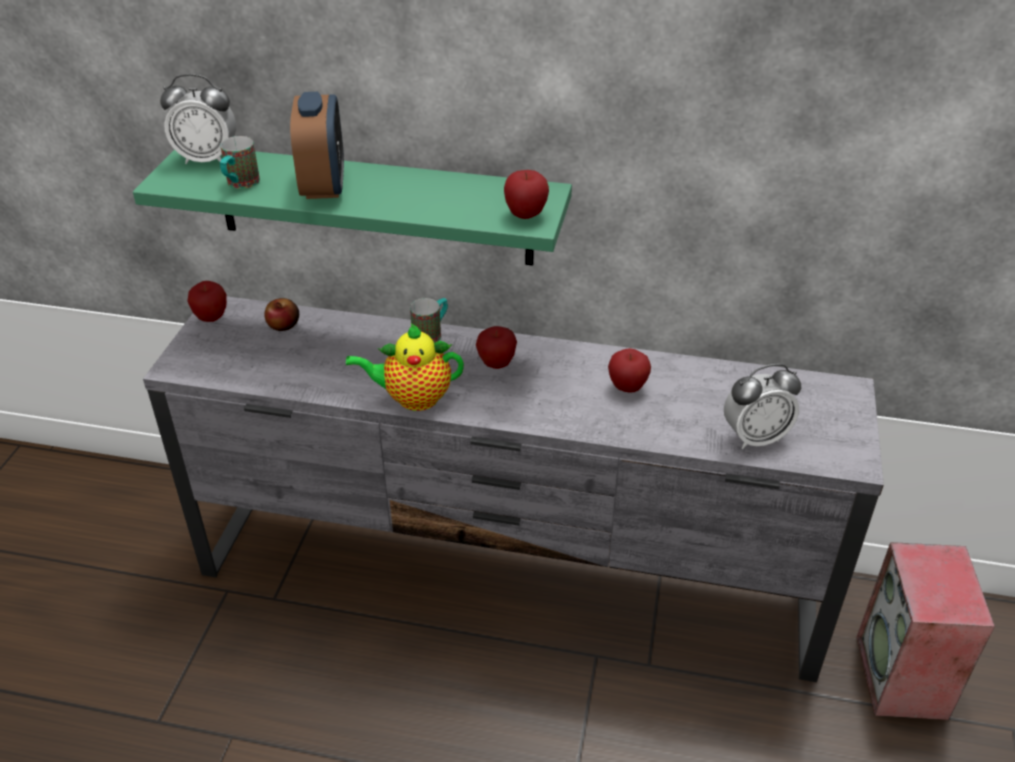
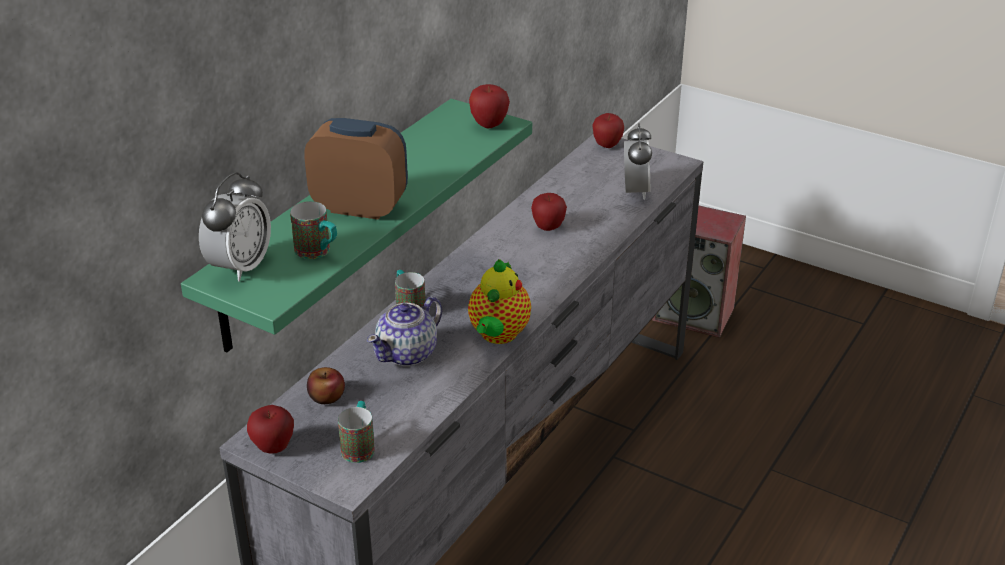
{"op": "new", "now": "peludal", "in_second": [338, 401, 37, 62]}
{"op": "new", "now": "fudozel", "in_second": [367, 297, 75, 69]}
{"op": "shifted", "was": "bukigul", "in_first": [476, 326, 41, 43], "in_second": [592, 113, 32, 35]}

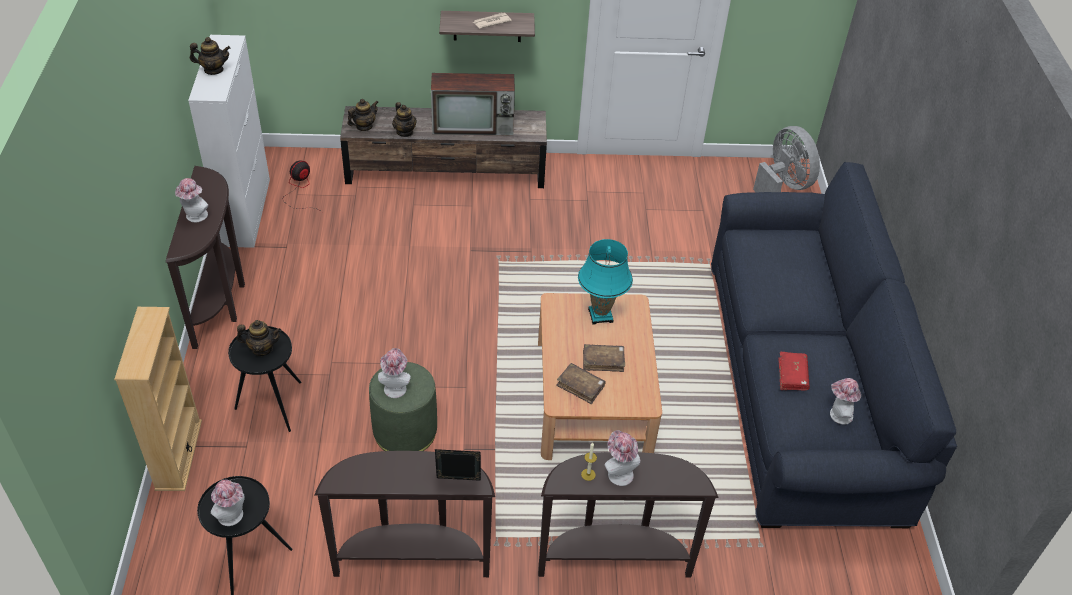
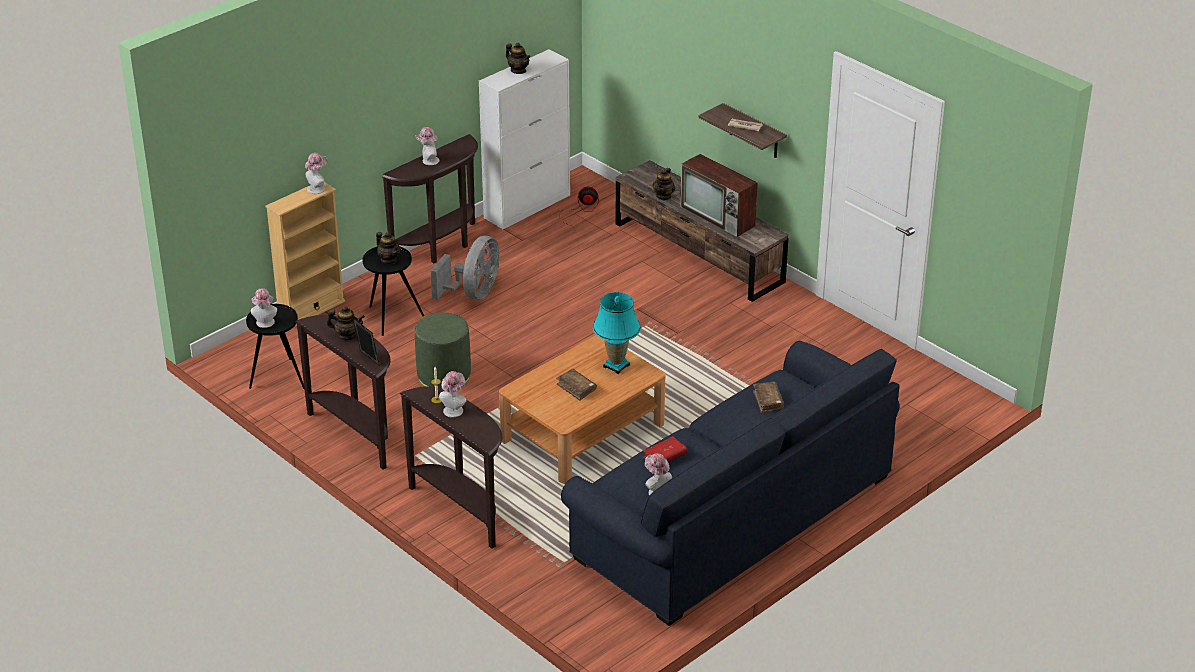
{"op": "shifted", "was": "fudozel", "in_first": [347, 99, 31, 32], "in_second": [327, 306, 38, 34]}
{"op": "shifted", "was": "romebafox", "in_first": [378, 348, 33, 50], "in_second": [305, 153, 23, 41]}
{"op": "shifted", "was": "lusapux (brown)", "in_first": [556, 363, 49, 41], "in_second": [753, 381, 31, 32]}
{"op": "shifted", "was": "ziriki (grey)", "in_first": [753, 126, 67, 66], "in_second": [431, 236, 68, 64]}

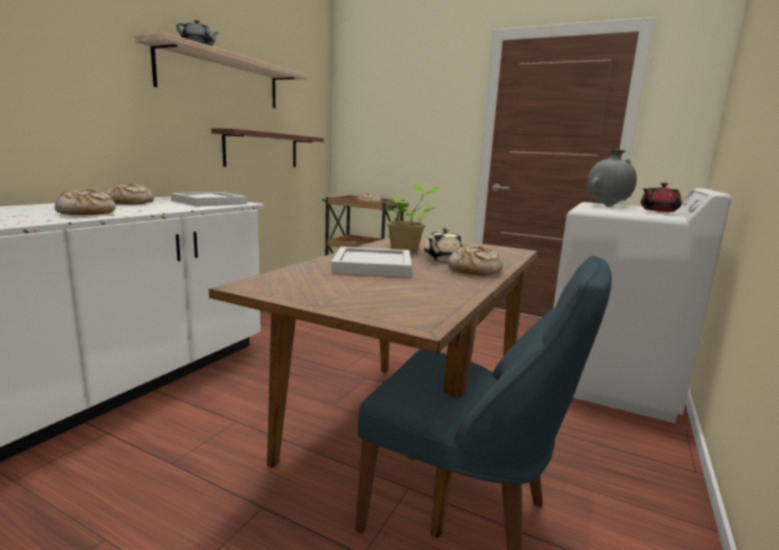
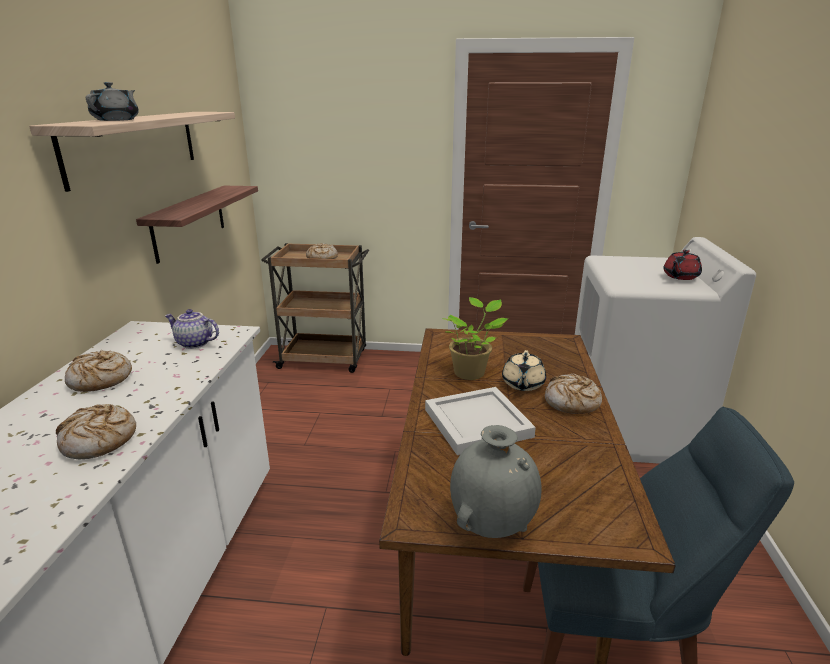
{"op": "shifted", "was": "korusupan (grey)", "in_first": [587, 149, 50, 57], "in_second": [450, 425, 92, 113]}
{"op": "swapped", "was": "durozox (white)", "now": "fudozel", "in_first": [170, 192, 78, 15], "in_second": [165, 309, 54, 40]}

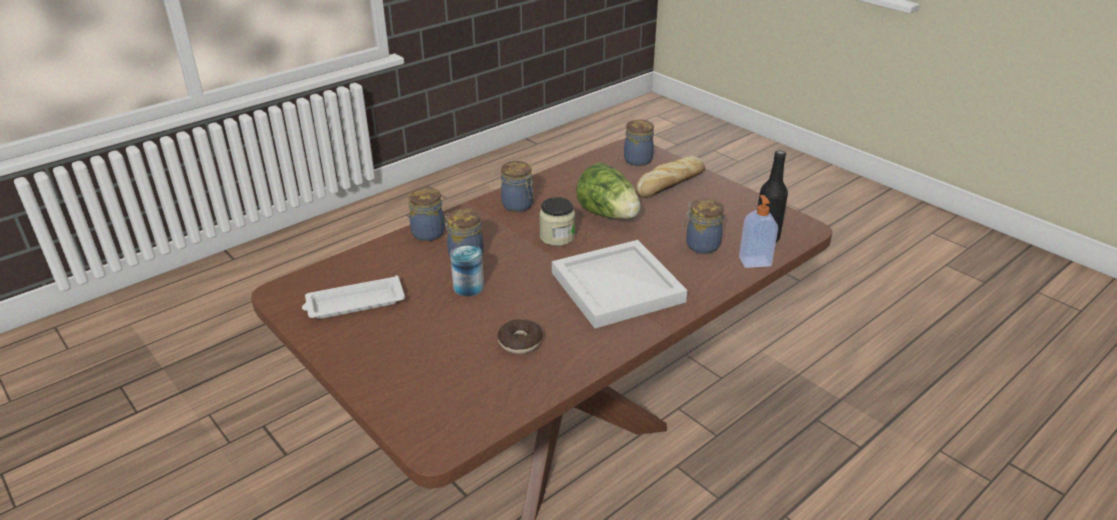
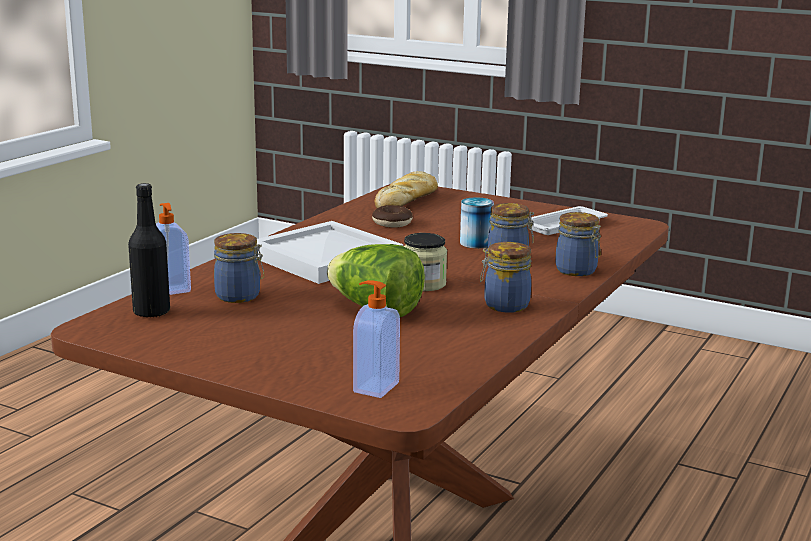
{"op": "shifted", "was": "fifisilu", "in_first": [636, 156, 69, 42], "in_second": [374, 171, 64, 37]}
{"op": "swapped", "was": "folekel", "now": "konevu", "in_first": [624, 119, 30, 47], "in_second": [353, 280, 47, 118]}

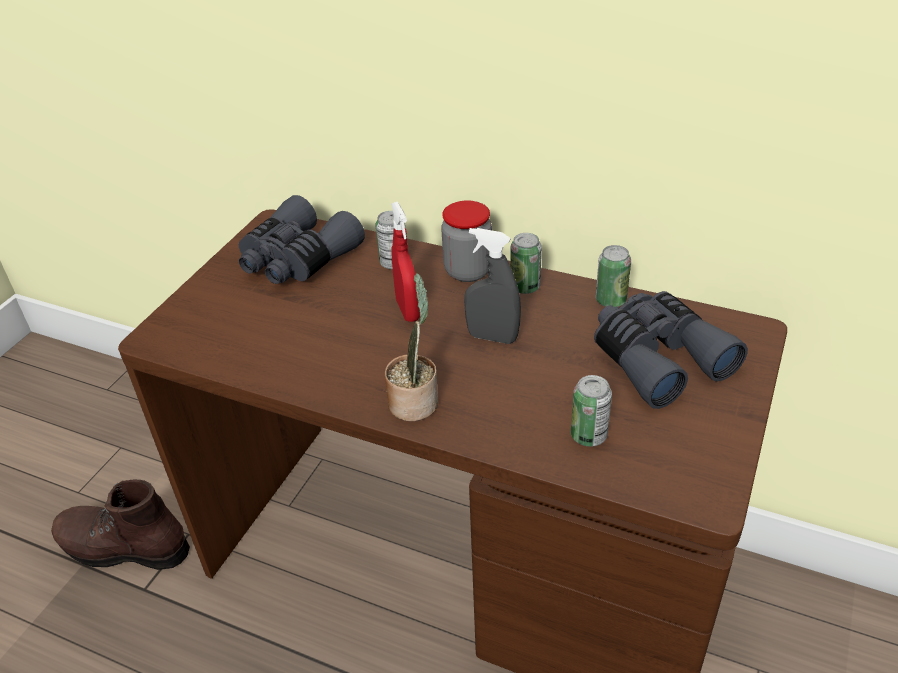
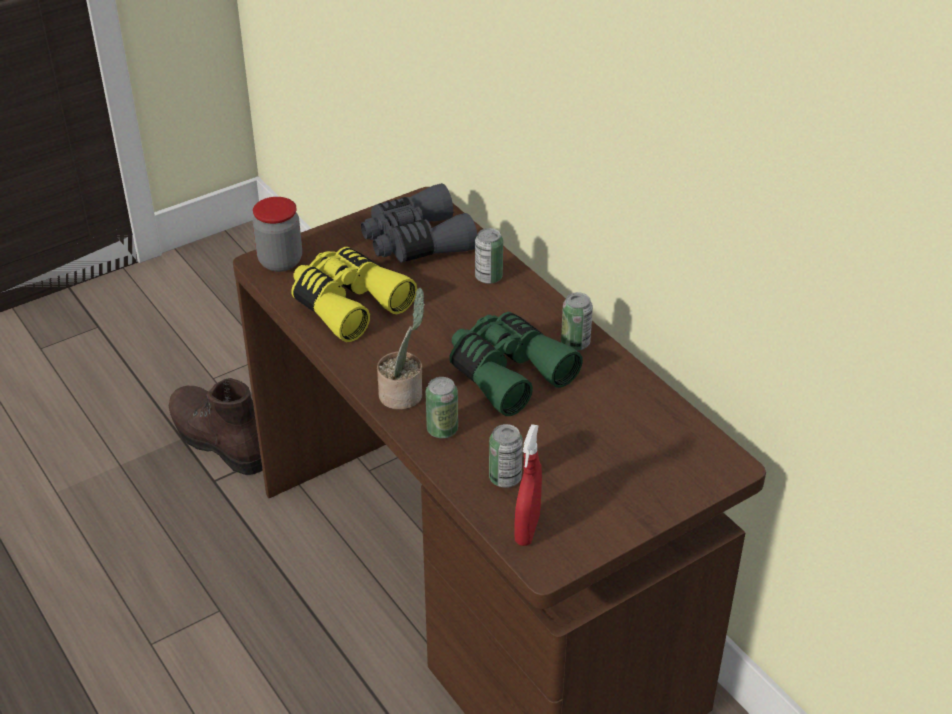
{"op": "gone", "was": "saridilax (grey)", "in_first": [594, 291, 154, 118]}
{"op": "new", "now": "saridilax (yellow)", "in_second": [291, 247, 126, 95]}
{"op": "shifted", "was": "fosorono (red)", "in_first": [391, 202, 29, 120], "in_second": [515, 424, 27, 122]}
{"op": "shifted", "was": "folekel", "in_first": [441, 201, 51, 81], "in_second": [253, 197, 49, 75]}
{"op": "shifted", "was": "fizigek", "in_first": [596, 245, 35, 62], "in_second": [425, 377, 33, 61]}
{"op": "swapped", "was": "fosorono (grey)", "now": "saridilax (green)", "in_first": [464, 228, 57, 116], "in_second": [449, 312, 134, 104]}

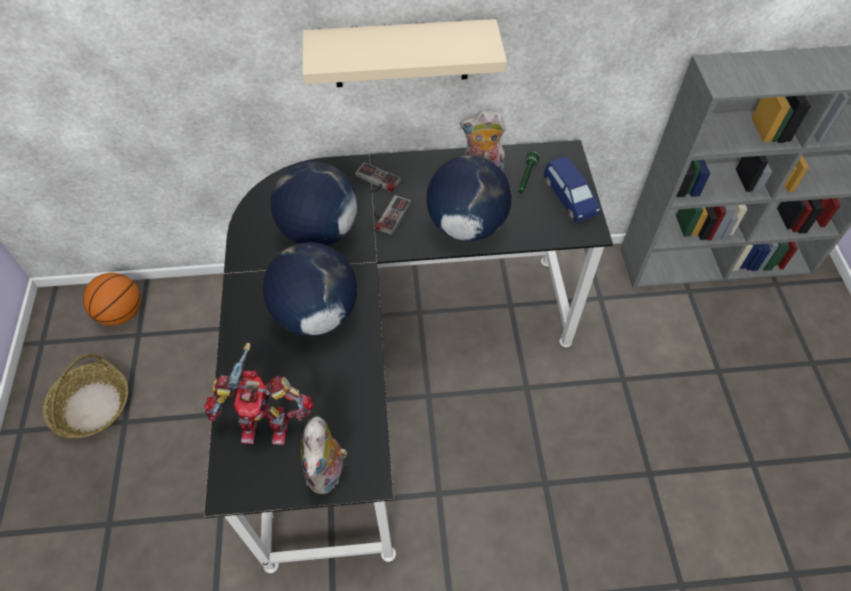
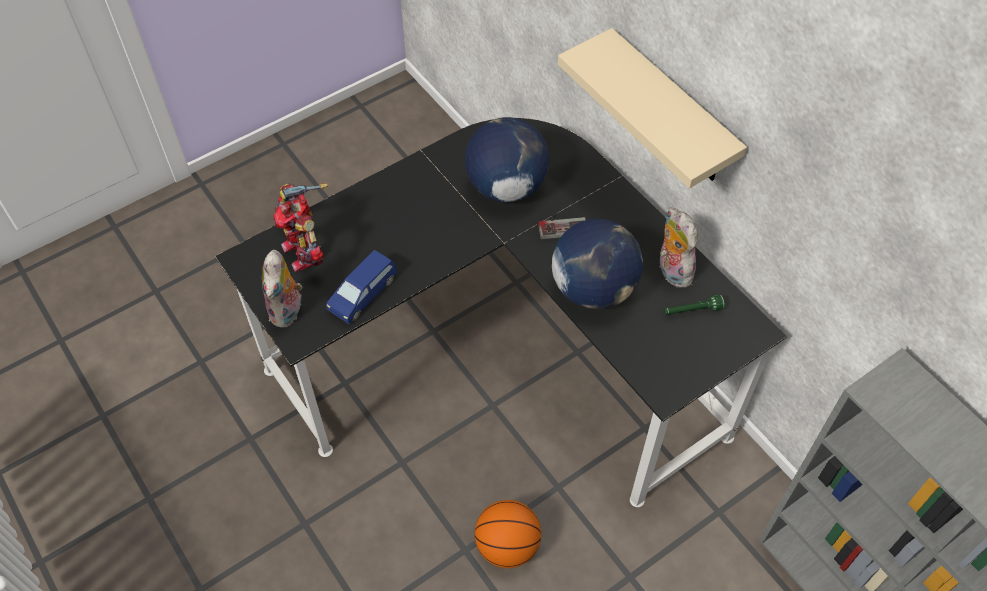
{"op": "gone", "was": "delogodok", "in_first": [43, 354, 85, 84]}
{"op": "gone", "was": "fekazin", "in_first": [263, 242, 94, 94]}
{"op": "gone", "was": "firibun", "in_first": [355, 162, 46, 30]}
{"op": "shifted", "was": "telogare", "in_first": [83, 273, 58, 53], "in_second": [475, 500, 66, 68]}
{"op": "shifted", "was": "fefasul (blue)", "in_first": [544, 156, 57, 67], "in_second": [326, 250, 71, 74]}
{"op": "rotated", "was": "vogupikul", "in_first": [301, 416, 46, 78], "in_second": [262, 250, 40, 78], "clockwise": -60}

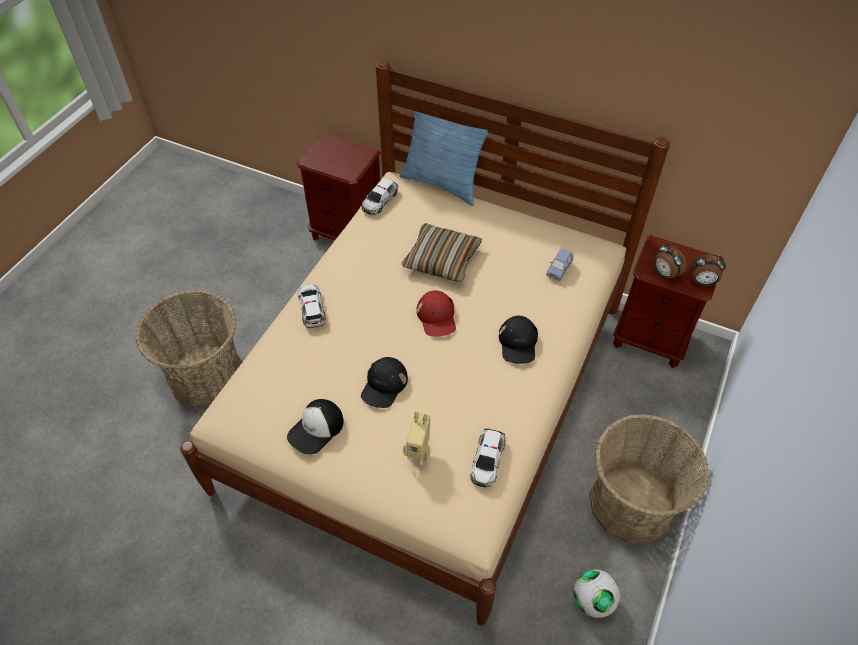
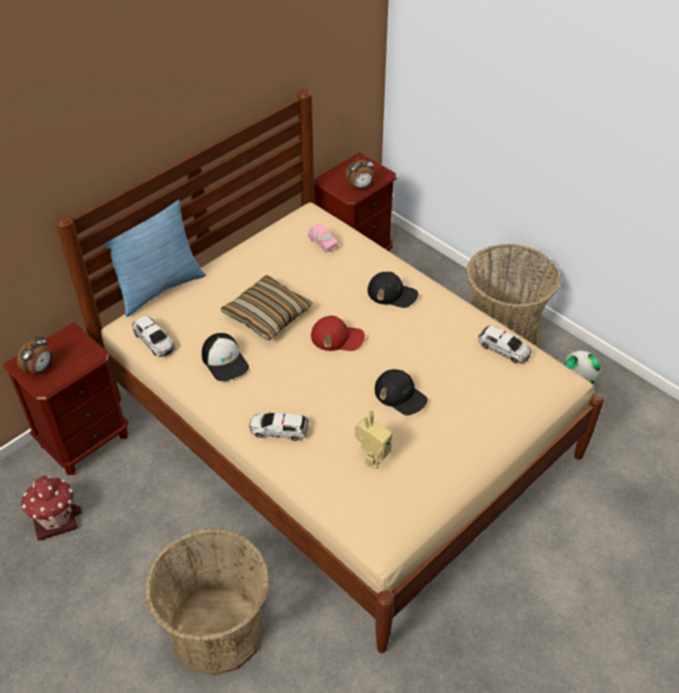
{"op": "new", "now": "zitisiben", "in_second": [21, 476, 61, 65]}
{"op": "shifted", "was": "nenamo", "in_first": [287, 399, 57, 56], "in_second": [202, 333, 47, 48]}
{"op": "shifted", "was": "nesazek", "in_first": [403, 410, 27, 53], "in_second": [355, 409, 37, 60]}
{"op": "shifted", "was": "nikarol", "in_first": [690, 254, 36, 32], "in_second": [17, 336, 36, 40]}
{"op": "repainted", "was": "fefasul (blue)", "now": "fefasul (pink)", "in_first": [546, 248, 28, 33], "in_second": [308, 223, 31, 30]}

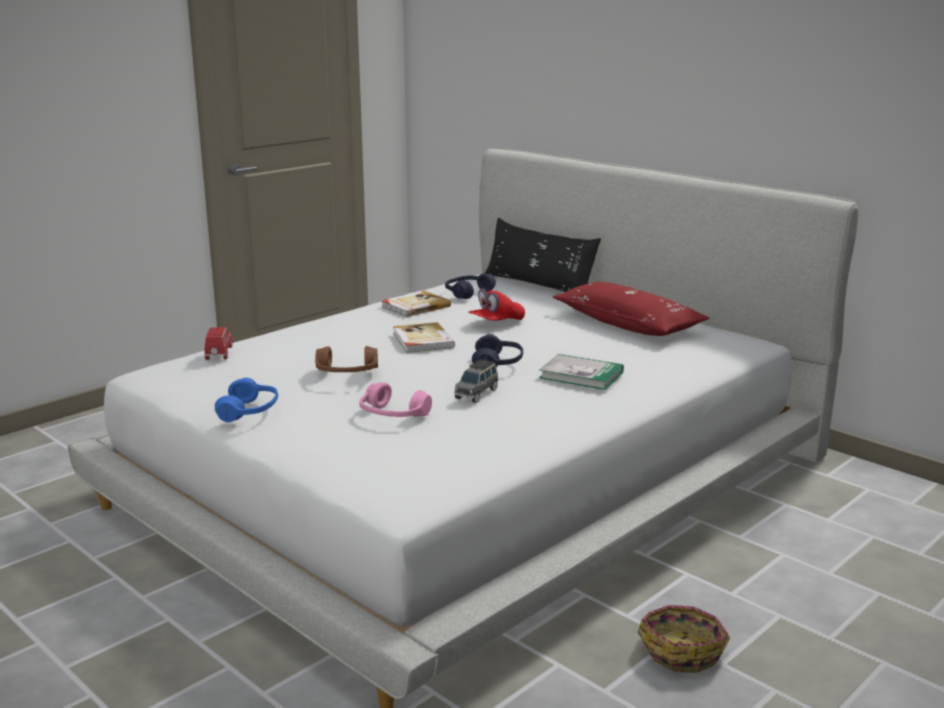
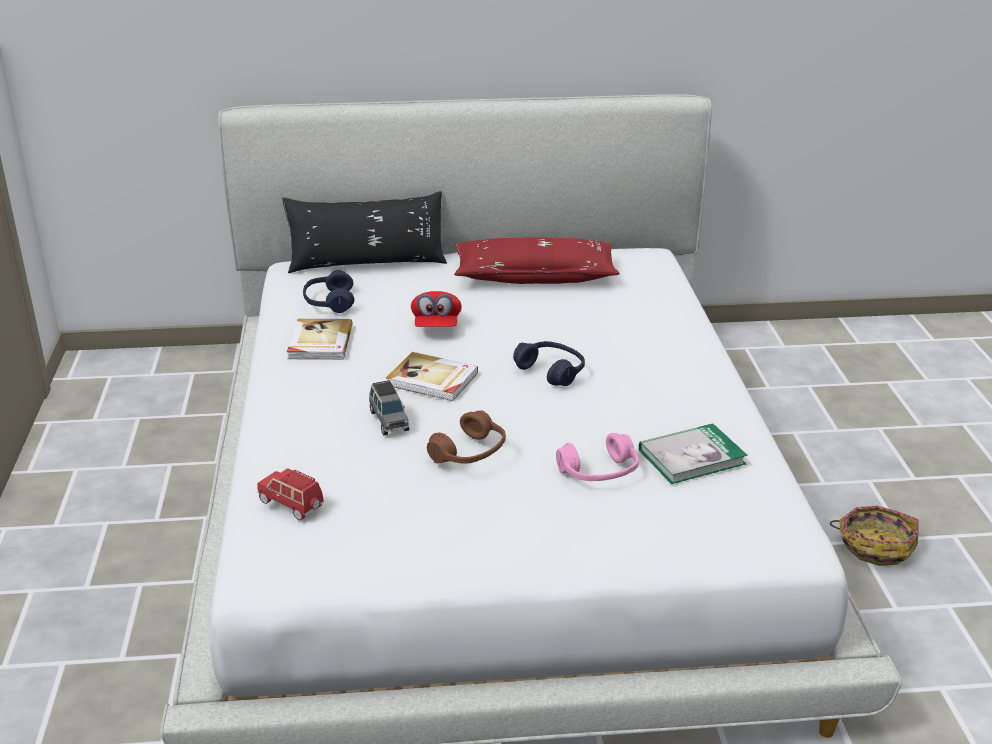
{"op": "gone", "was": "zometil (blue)", "in_first": [215, 378, 63, 45]}
{"op": "shifted", "was": "fefasul (grey)", "in_first": [454, 359, 44, 44], "in_second": [369, 380, 40, 55]}
{"op": "shifted", "was": "lusapux", "in_first": [539, 354, 85, 36], "in_second": [639, 423, 109, 61]}

